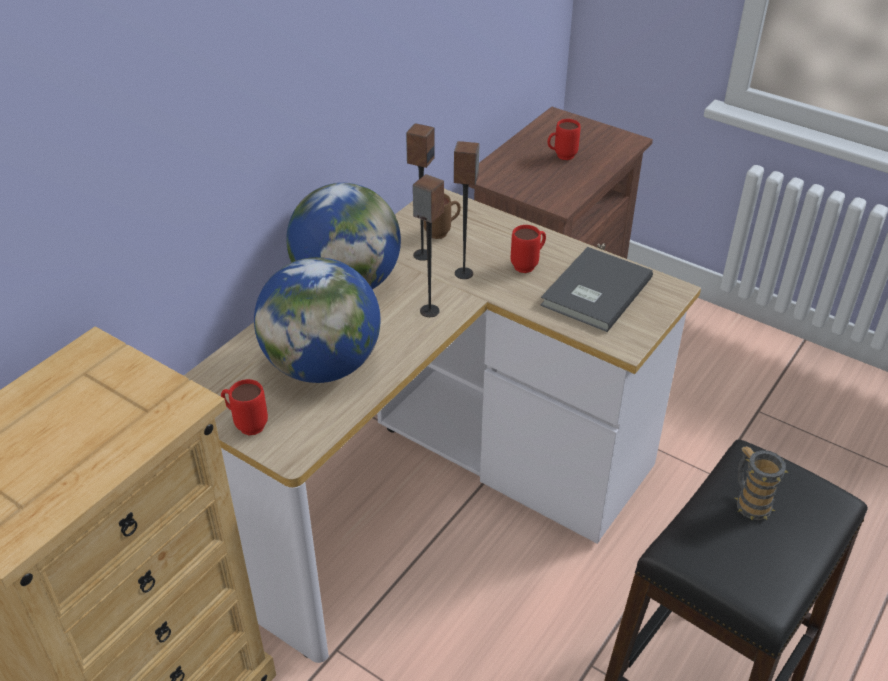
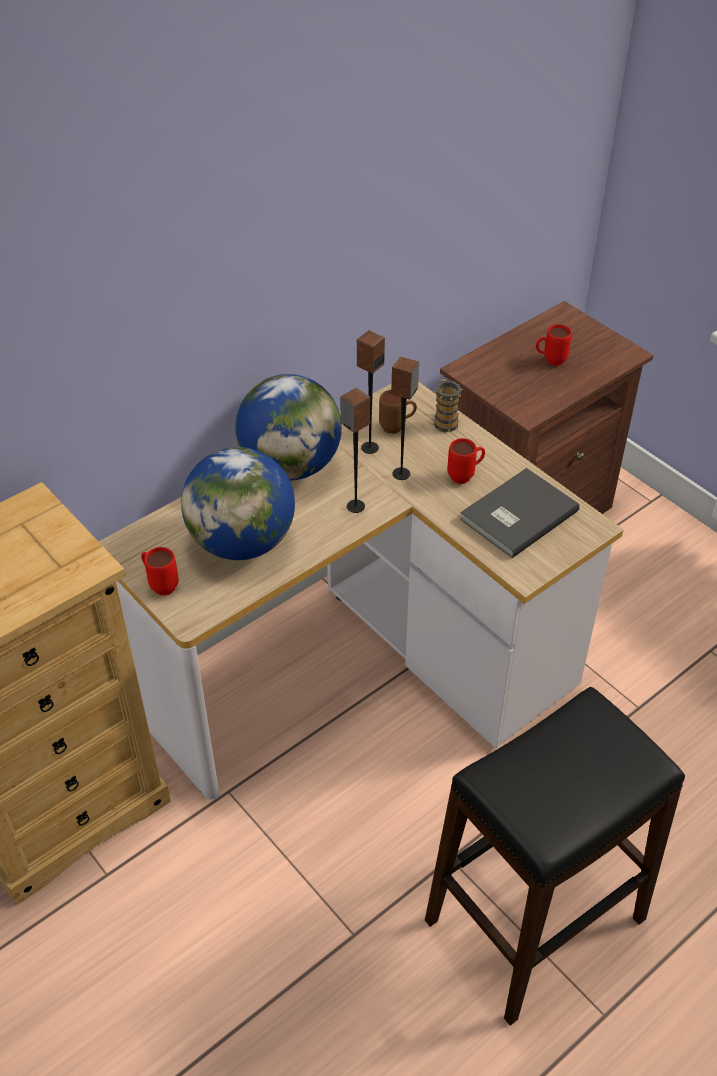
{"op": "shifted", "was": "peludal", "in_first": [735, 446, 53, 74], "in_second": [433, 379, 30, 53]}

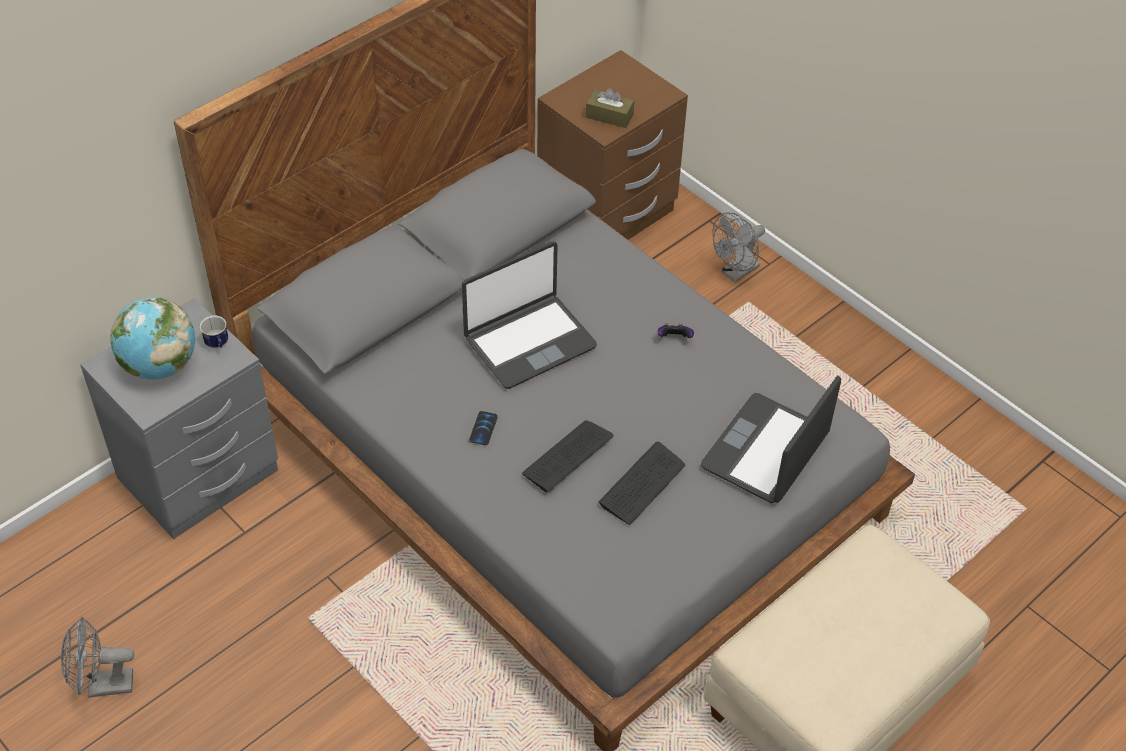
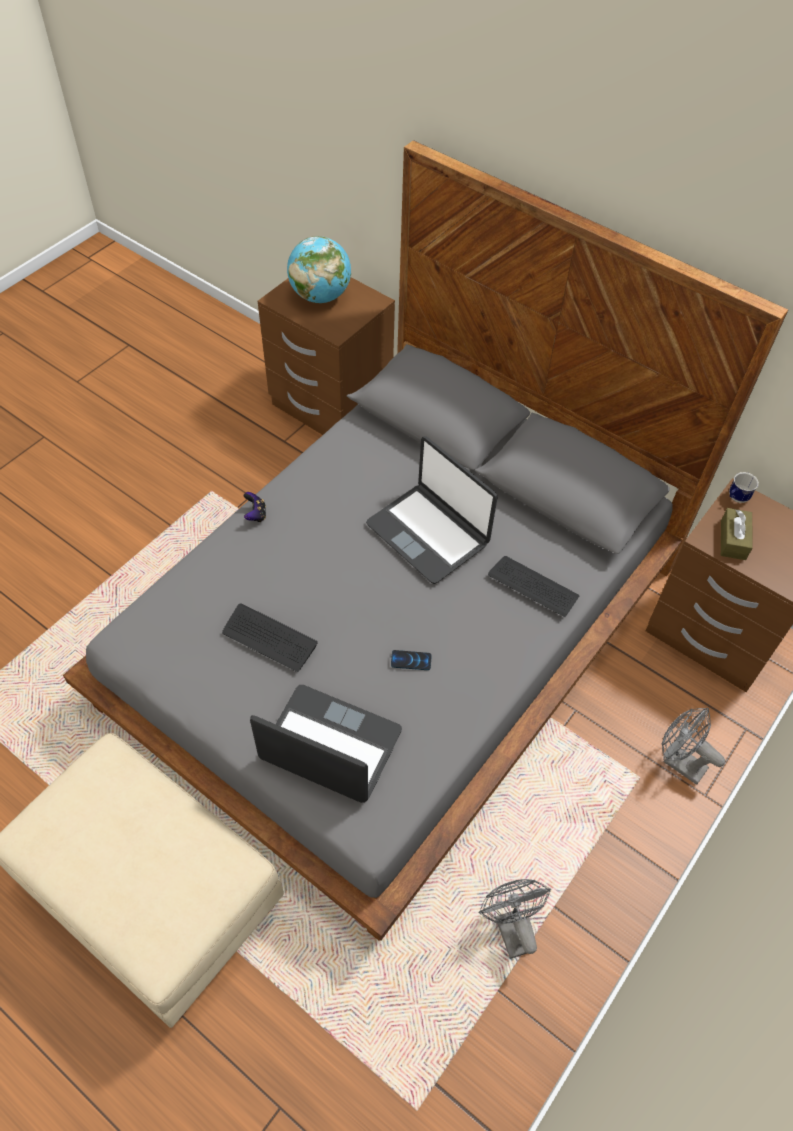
{"op": "shifted", "was": "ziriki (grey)", "in_first": [61, 617, 73, 81], "in_second": [479, 879, 72, 80]}
{"op": "shifted", "was": "peludal", "in_first": [200, 316, 28, 33], "in_second": [729, 472, 30, 31]}
{"op": "shifted", "was": "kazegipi", "in_first": [469, 411, 29, 34], "in_second": [391, 650, 40, 20]}
{"op": "shifted", "was": "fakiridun", "in_first": [522, 420, 92, 72], "in_second": [488, 556, 91, 61]}
{"op": "shifted", "was": "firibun", "in_first": [658, 323, 36, 15], "in_second": [244, 492, 22, 30]}
{"op": "repainted", "was": "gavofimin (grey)", "now": "gavofimin (brown)", "in_first": [80, 298, 198, 241], "in_second": [258, 277, 137, 158]}

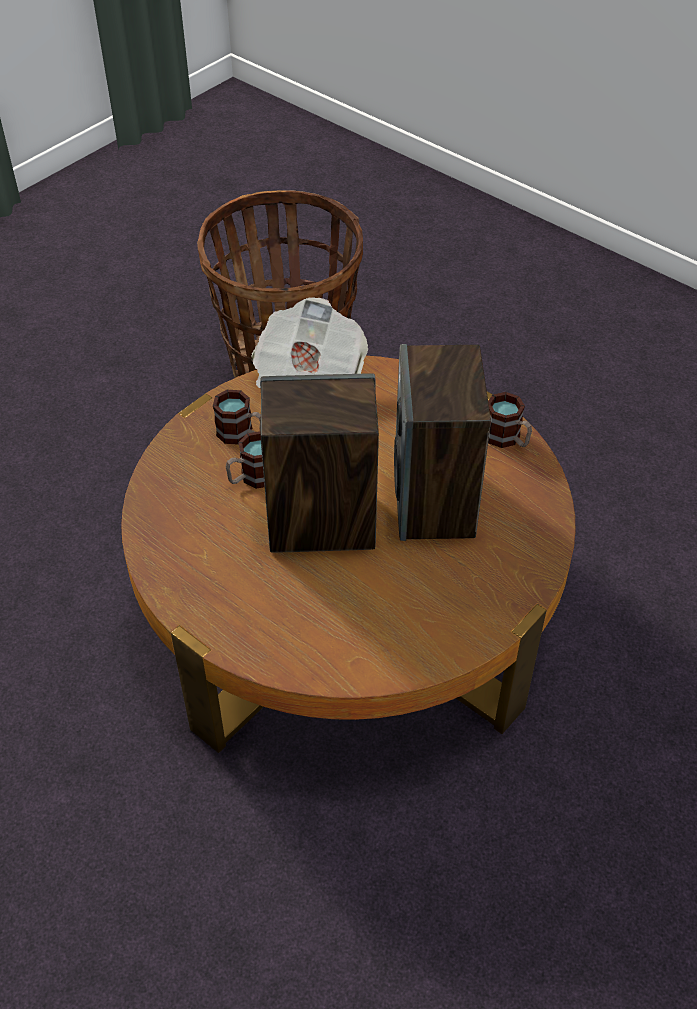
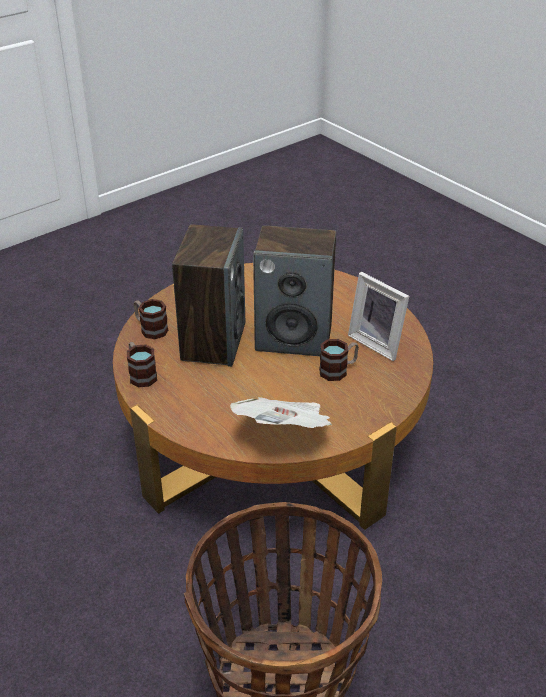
{"op": "new", "now": "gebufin", "in_second": [348, 272, 61, 89]}
{"op": "shifted", "was": "peludal", "in_first": [213, 390, 48, 55], "in_second": [134, 299, 34, 40]}

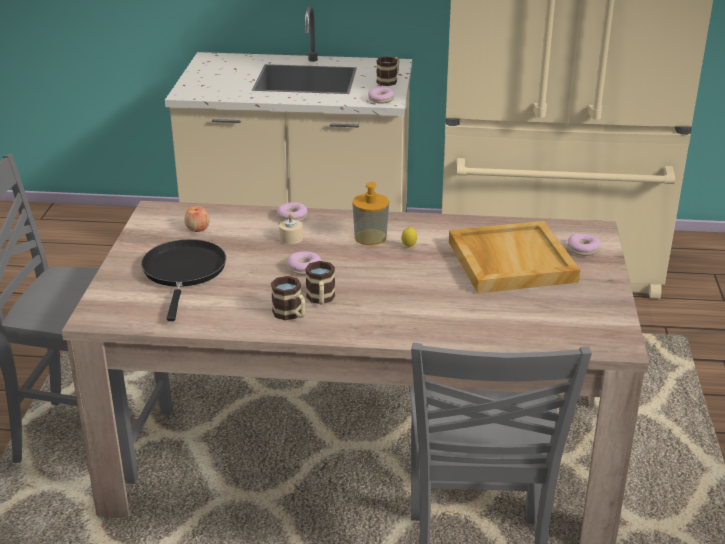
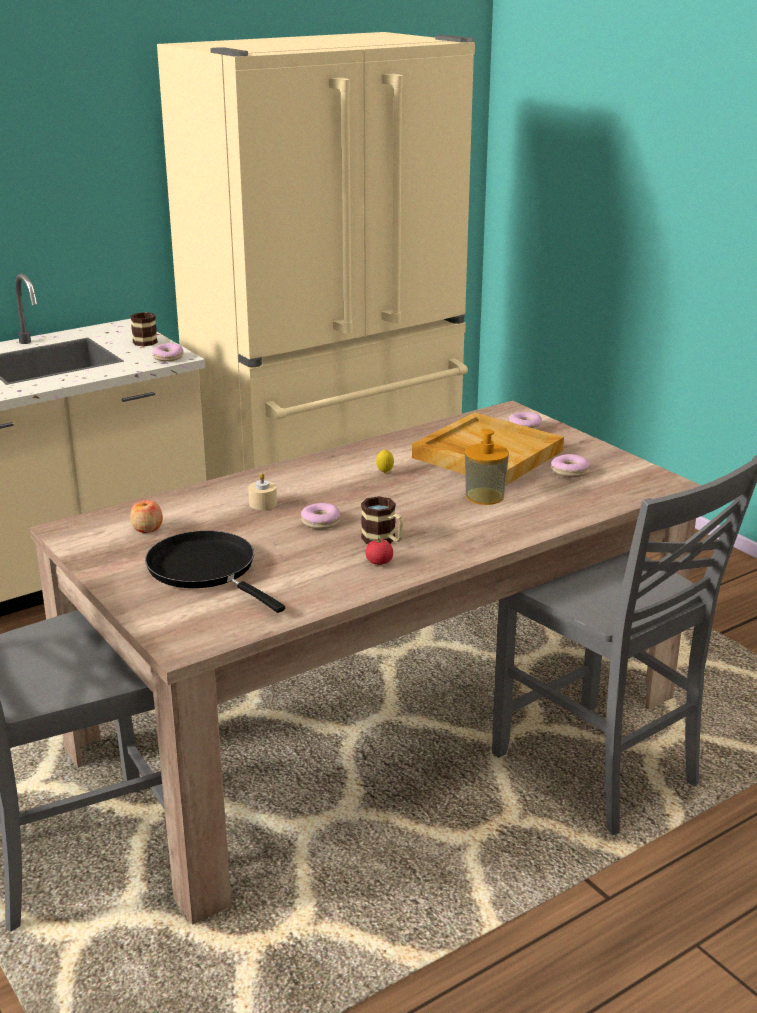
{"op": "shifted", "was": "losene", "in_first": [277, 202, 31, 20], "in_second": [551, 454, 39, 24]}
{"op": "shifted", "was": "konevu", "in_first": [352, 182, 37, 63], "in_second": [465, 428, 44, 77]}
{"op": "swapped", "was": "peludal", "now": "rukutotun", "in_first": [271, 276, 34, 44], "in_second": [365, 535, 28, 30]}

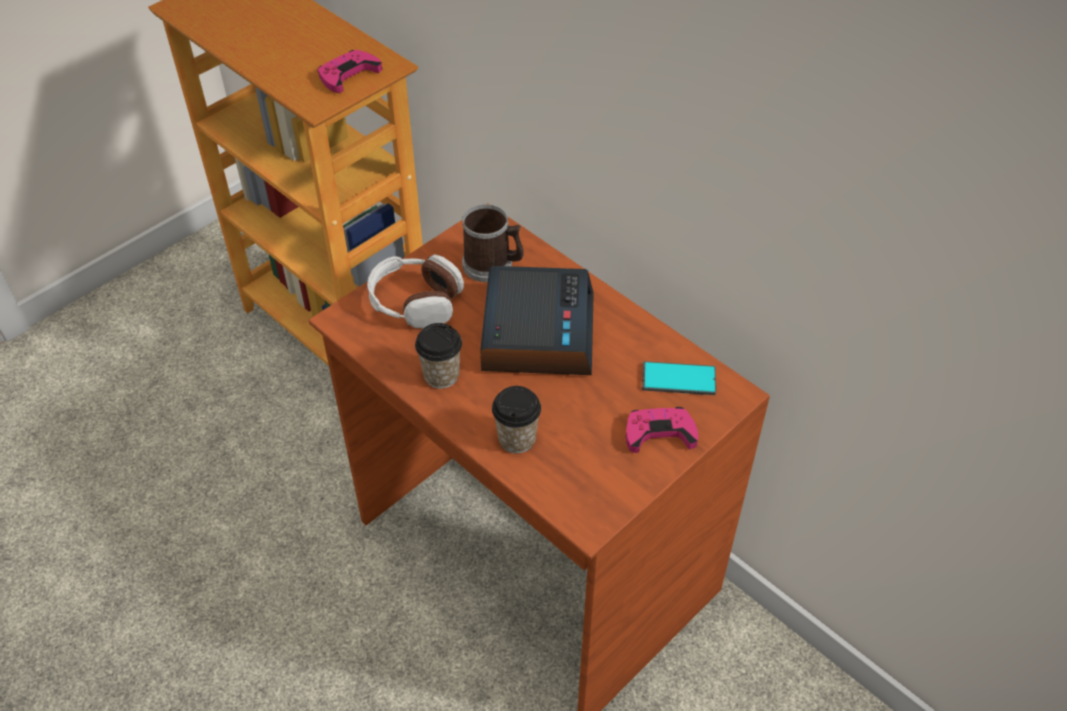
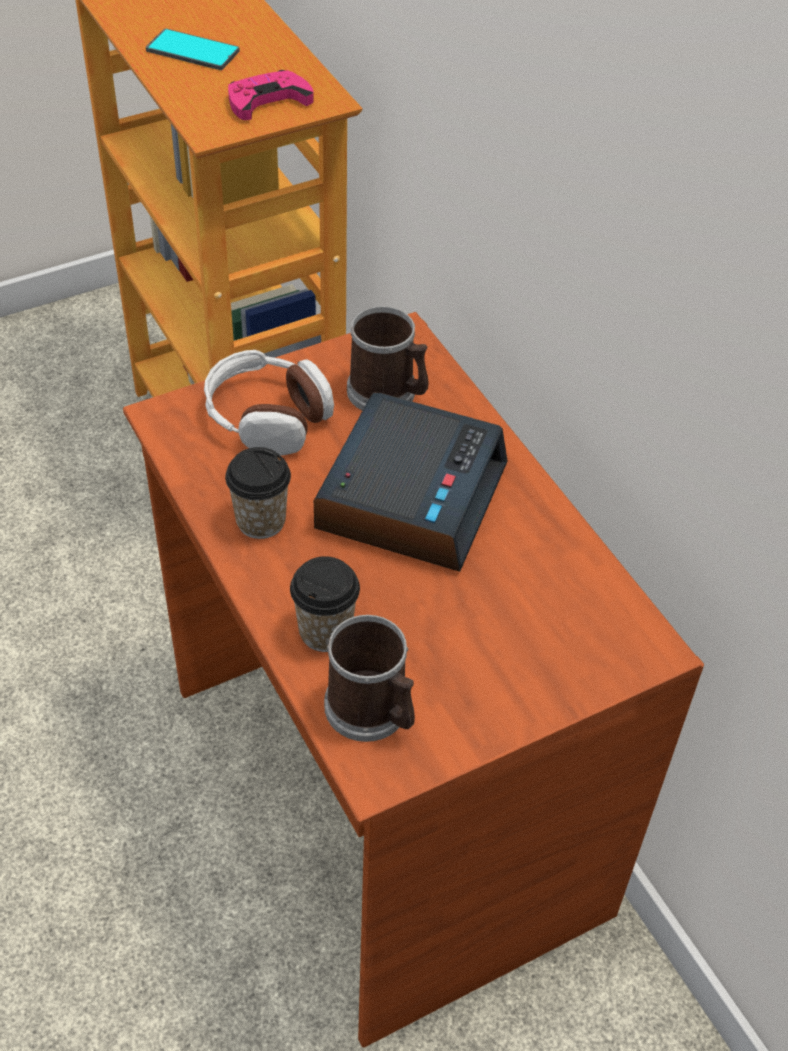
{"op": "gone", "was": "firibun (pink)", "in_first": [626, 407, 73, 46]}
{"op": "new", "now": "peludal", "in_second": [324, 615, 91, 127]}
{"op": "shifted", "was": "kazegipi", "in_first": [642, 361, 74, 34], "in_second": [146, 28, 94, 42]}

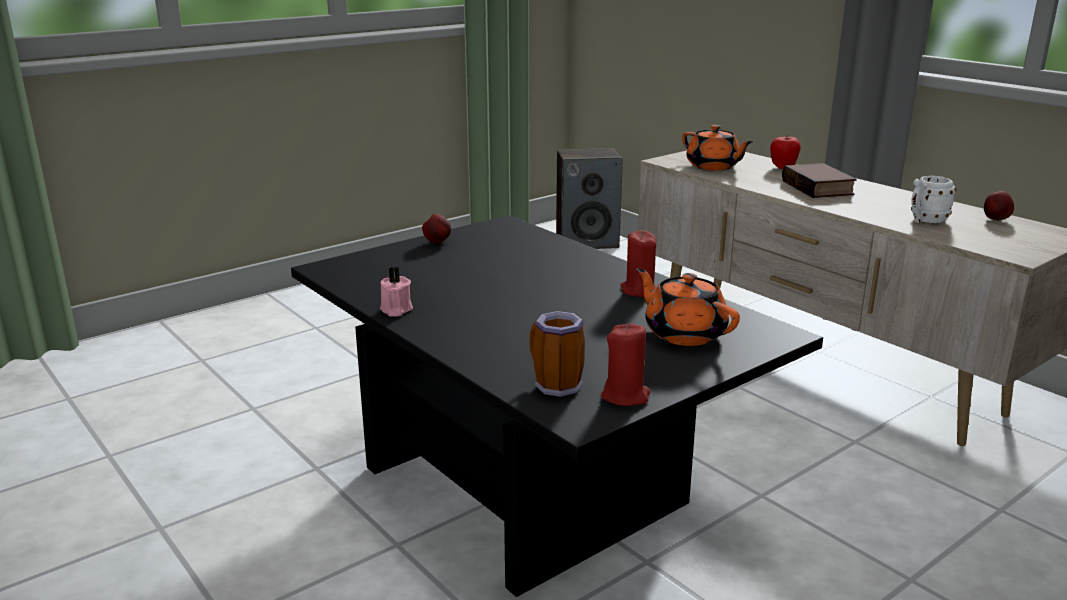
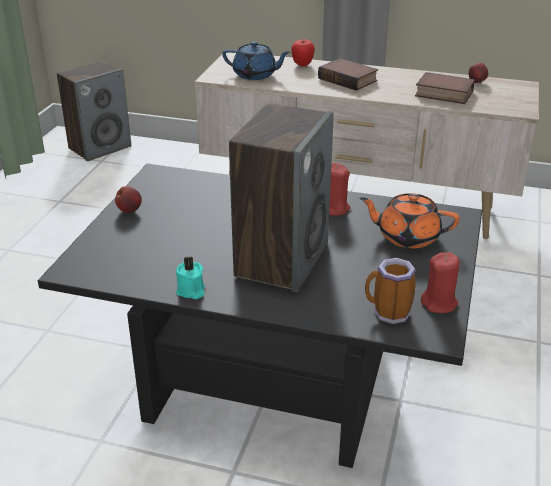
{"op": "new", "now": "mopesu", "in_second": [229, 103, 105, 189]}
{"op": "swapped", "was": "peludal (white)", "now": "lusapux", "in_first": [911, 176, 45, 47], "in_second": [415, 72, 60, 32]}
{"op": "repainted", "was": "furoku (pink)", "now": "furoku (turquoise)", "in_first": [380, 267, 33, 50], "in_second": [176, 256, 29, 43]}
{"op": "repainted", "was": "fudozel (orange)", "now": "fudozel (blue)", "in_first": [682, 125, 71, 45], "in_second": [222, 41, 69, 39]}

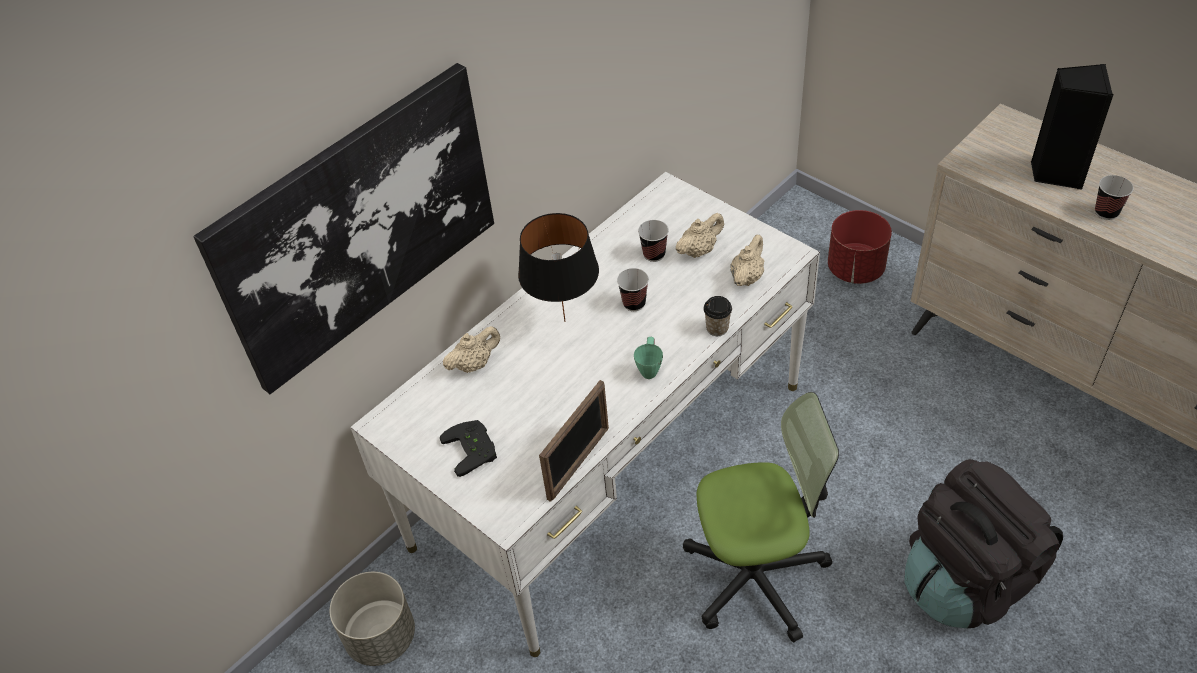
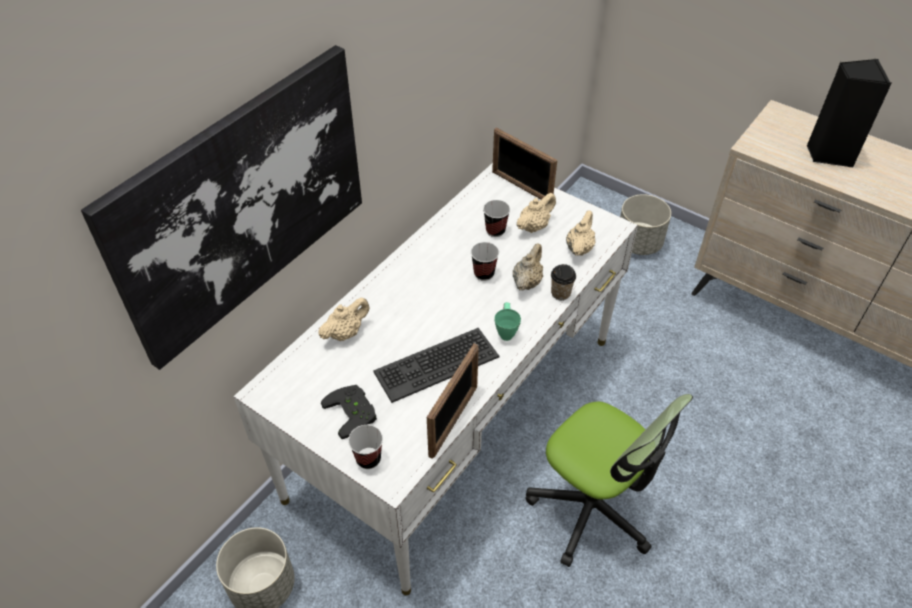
{"op": "gone", "was": "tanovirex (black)", "in_first": [518, 213, 81, 109]}
{"op": "gone", "was": "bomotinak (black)", "in_first": [904, 459, 159, 169]}
{"op": "new", "now": "fakiridun", "in_second": [373, 328, 127, 75]}
{"op": "new", "now": "gebufin", "in_second": [492, 128, 65, 71]}
{"op": "new", "now": "fudozel (beige)", "in_second": [513, 243, 30, 48]}
{"op": "shifted", "was": "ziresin", "in_first": [1095, 175, 39, 45], "in_second": [348, 425, 35, 44]}
{"op": "repainted", "was": "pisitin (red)", "now": "pisitin (grey)", "in_first": [828, 210, 64, 74], "in_second": [620, 194, 51, 61]}
{"op": "rotated", "was": "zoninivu", "in_first": [683, 392, 156, 250], "in_second": [526, 394, 167, 173], "clockwise": 60}

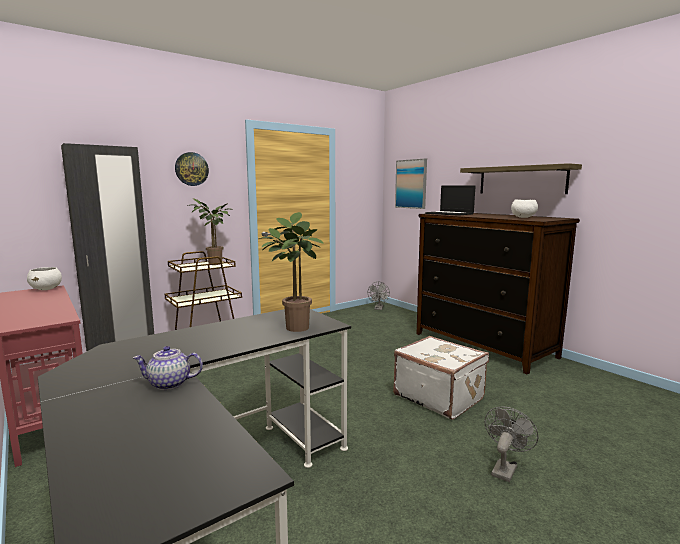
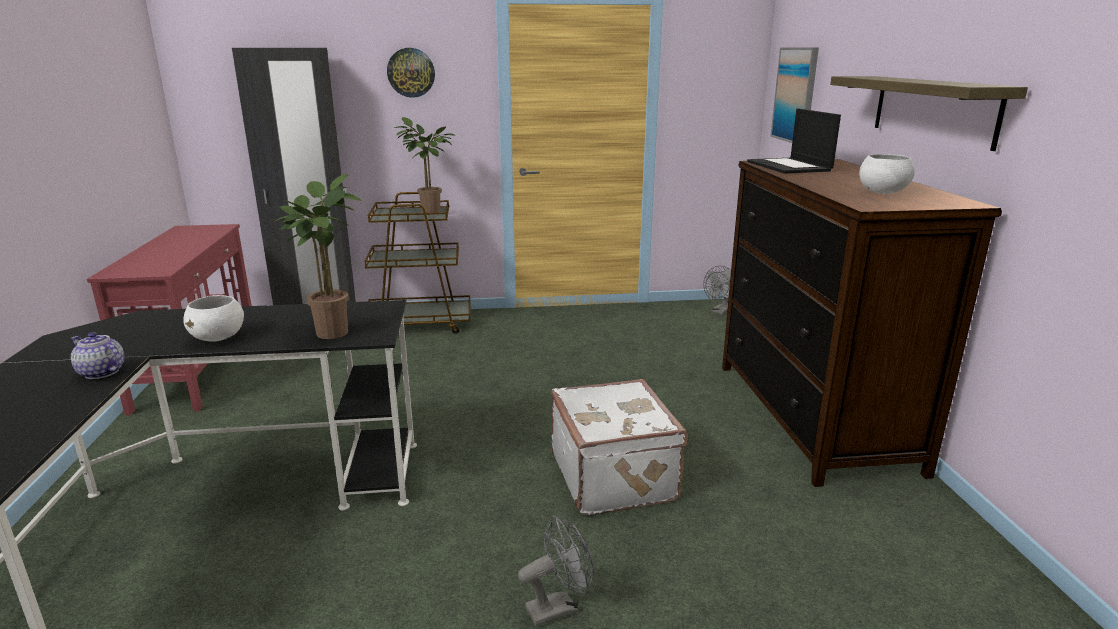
{"op": "shifted", "was": "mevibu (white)", "in_first": [27, 267, 35, 23], "in_second": [183, 295, 61, 46]}

